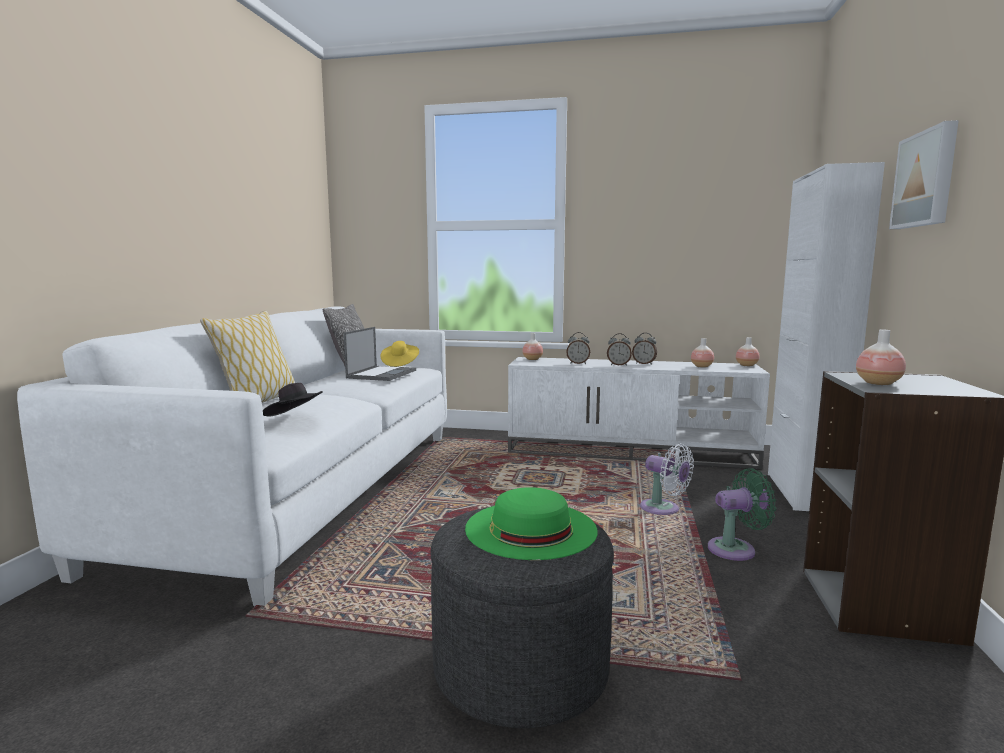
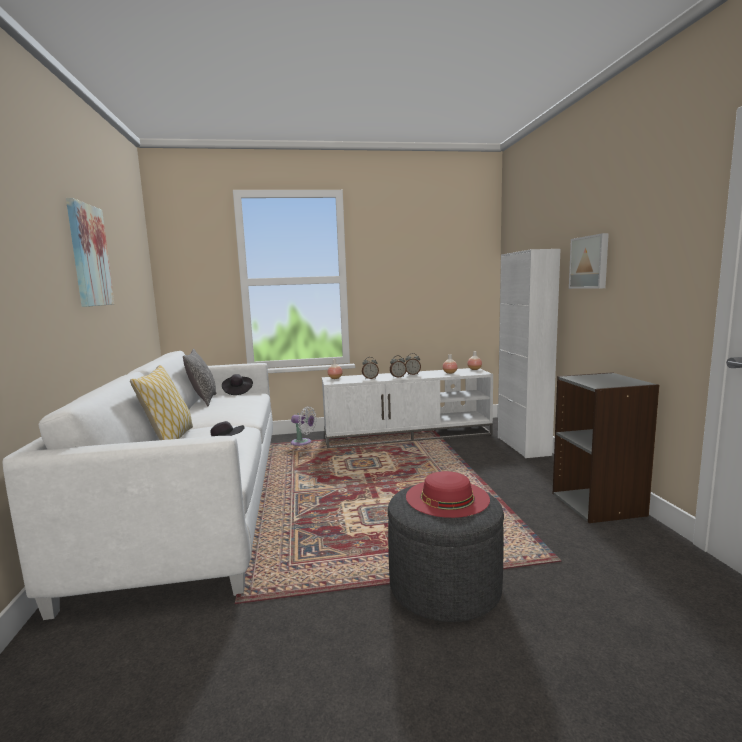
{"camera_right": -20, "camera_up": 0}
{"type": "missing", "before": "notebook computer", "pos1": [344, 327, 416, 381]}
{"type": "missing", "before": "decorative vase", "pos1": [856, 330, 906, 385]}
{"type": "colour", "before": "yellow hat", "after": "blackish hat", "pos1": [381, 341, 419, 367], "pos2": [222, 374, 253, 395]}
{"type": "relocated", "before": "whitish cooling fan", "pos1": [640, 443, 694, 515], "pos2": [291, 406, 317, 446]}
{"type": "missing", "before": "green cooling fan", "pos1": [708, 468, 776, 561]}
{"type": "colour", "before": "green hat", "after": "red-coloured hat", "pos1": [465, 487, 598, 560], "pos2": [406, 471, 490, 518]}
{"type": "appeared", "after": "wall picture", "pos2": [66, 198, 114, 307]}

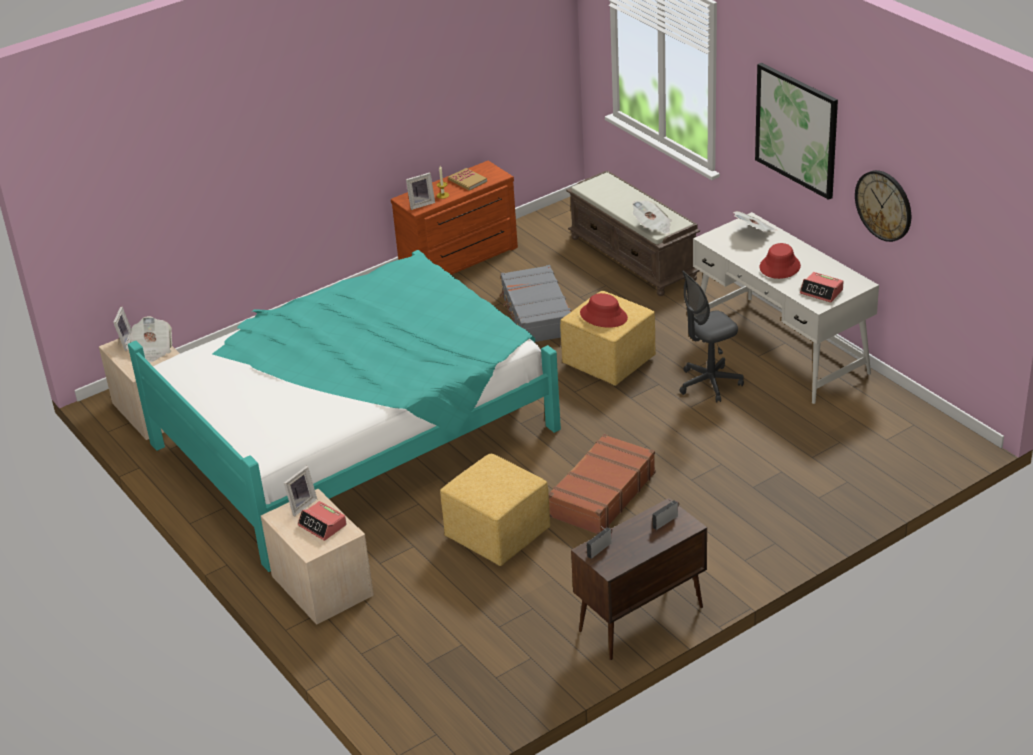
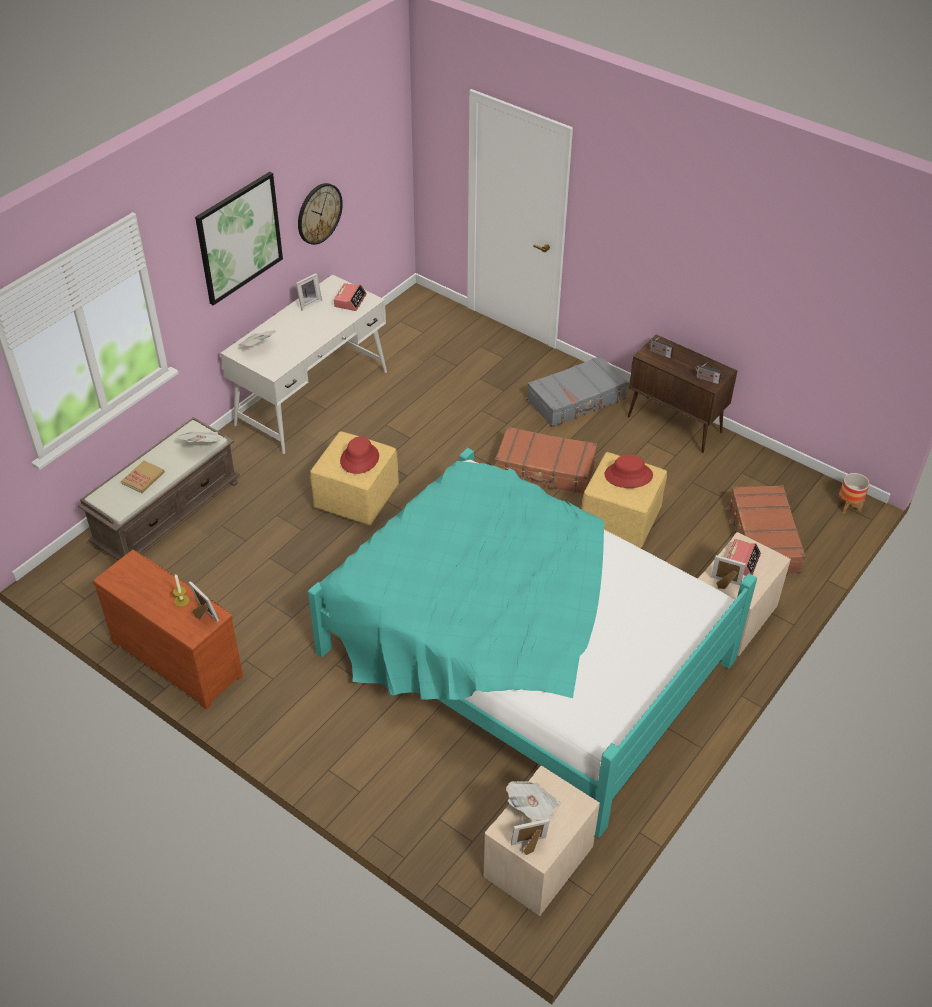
{"camera_right": -110, "camera_up": 10}
{"type": "relocated", "before": "book", "pos1": [448, 168, 487, 191], "pos2": [121, 461, 165, 493]}
{"type": "relocated", "before": "red-coloured hat", "pos1": [760, 243, 801, 279], "pos2": [604, 455, 653, 488]}
{"type": "relocated", "before": "gray piece of luggage", "pos1": [500, 265, 571, 342], "pos2": [527, 356, 628, 427]}
{"type": "missing", "before": "gray desk chair", "pos1": [679, 271, 744, 403]}
{"type": "appeared", "after": "photo frame", "pos2": [296, 273, 322, 311]}
{"type": "appeared", "after": "flower pot", "pos2": [837, 473, 870, 513]}
{"type": "appeared", "after": "brown piece of luggage", "pos2": [727, 485, 806, 574]}

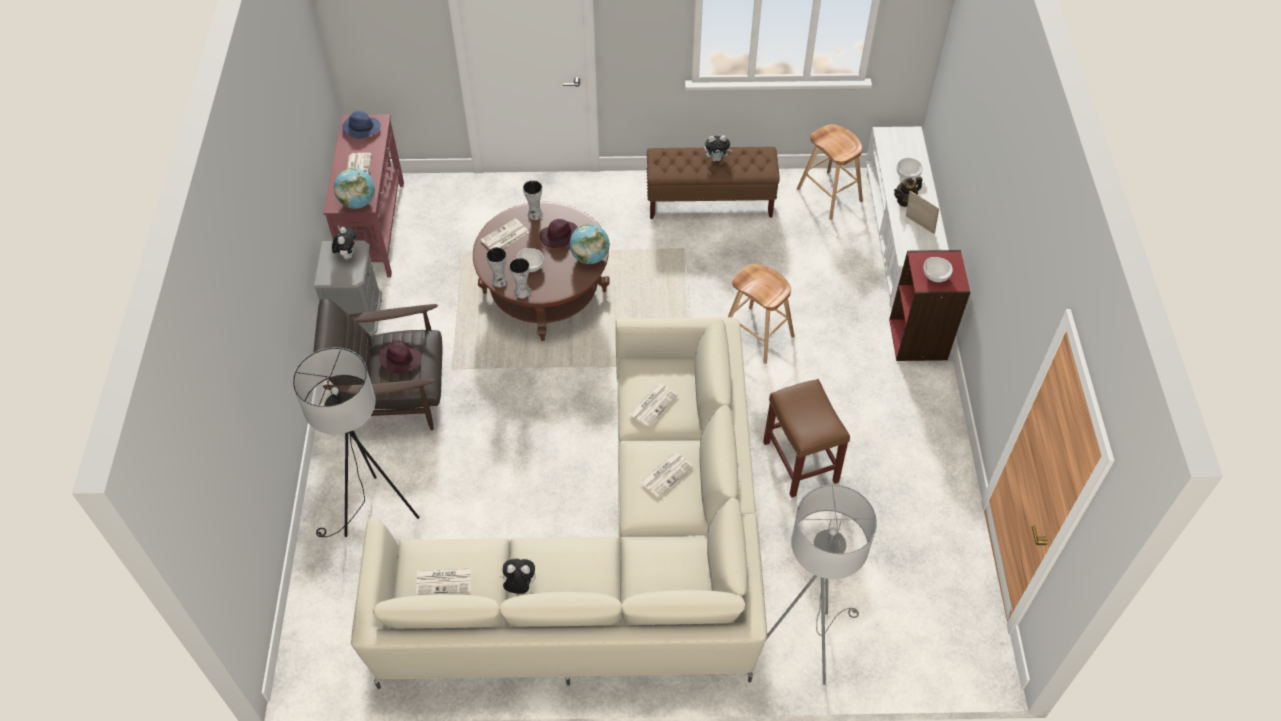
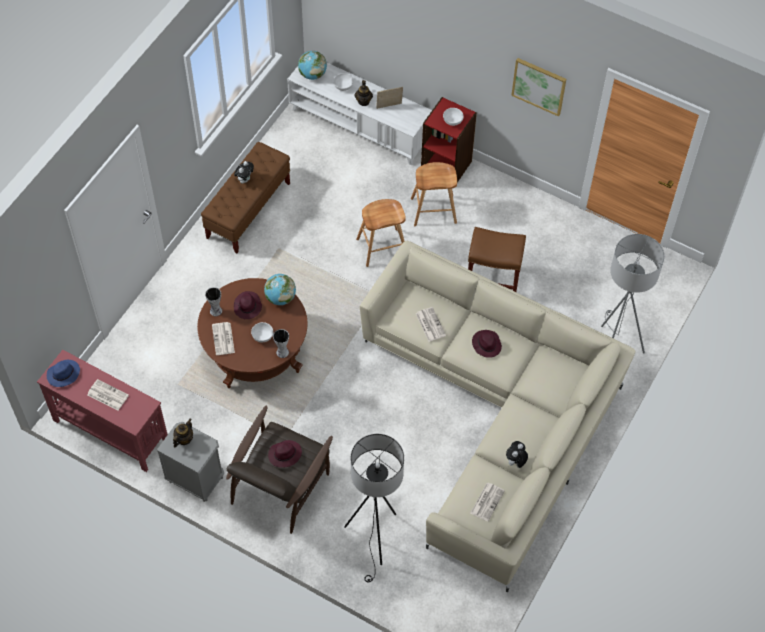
{"camera_right": -60, "camera_up": 5}
{"type": "relocated", "before": "brown stool", "pos1": [797, 124, 863, 220], "pos2": [411, 162, 457, 226]}
{"type": "relocated", "before": "globe", "pos1": [334, 168, 375, 209], "pos2": [298, 51, 327, 80]}
{"type": "exchanged", "before": "cuddly toy", "after": "pot for tea", "pos1": [332, 227, 356, 260], "pos2": [173, 418, 193, 447]}
{"type": "missing", "before": "decorative vase", "pos1": [486, 247, 508, 288]}
{"type": "exchanged", "before": "printed paper", "after": "purple-coloured hat", "pos1": [639, 452, 693, 498], "pos2": [472, 330, 502, 358]}
{"type": "appeared", "after": "wall picture", "pos2": [511, 58, 566, 117]}

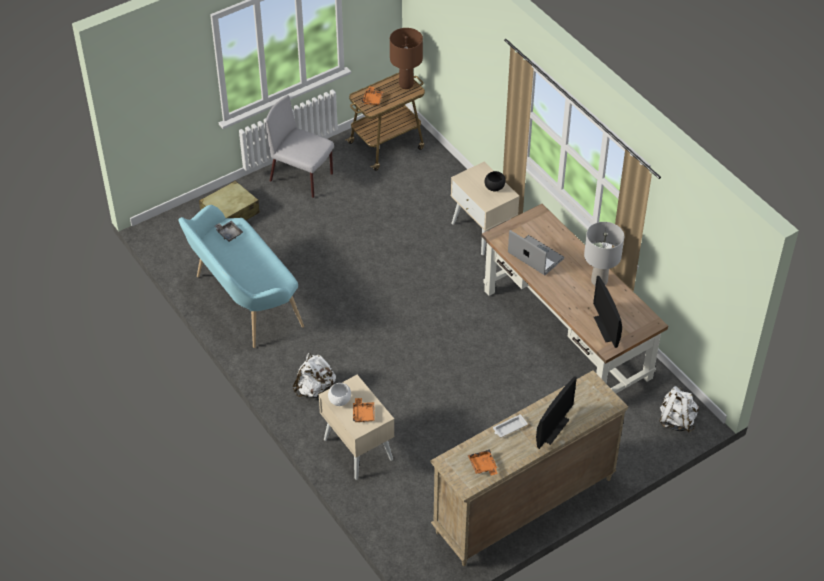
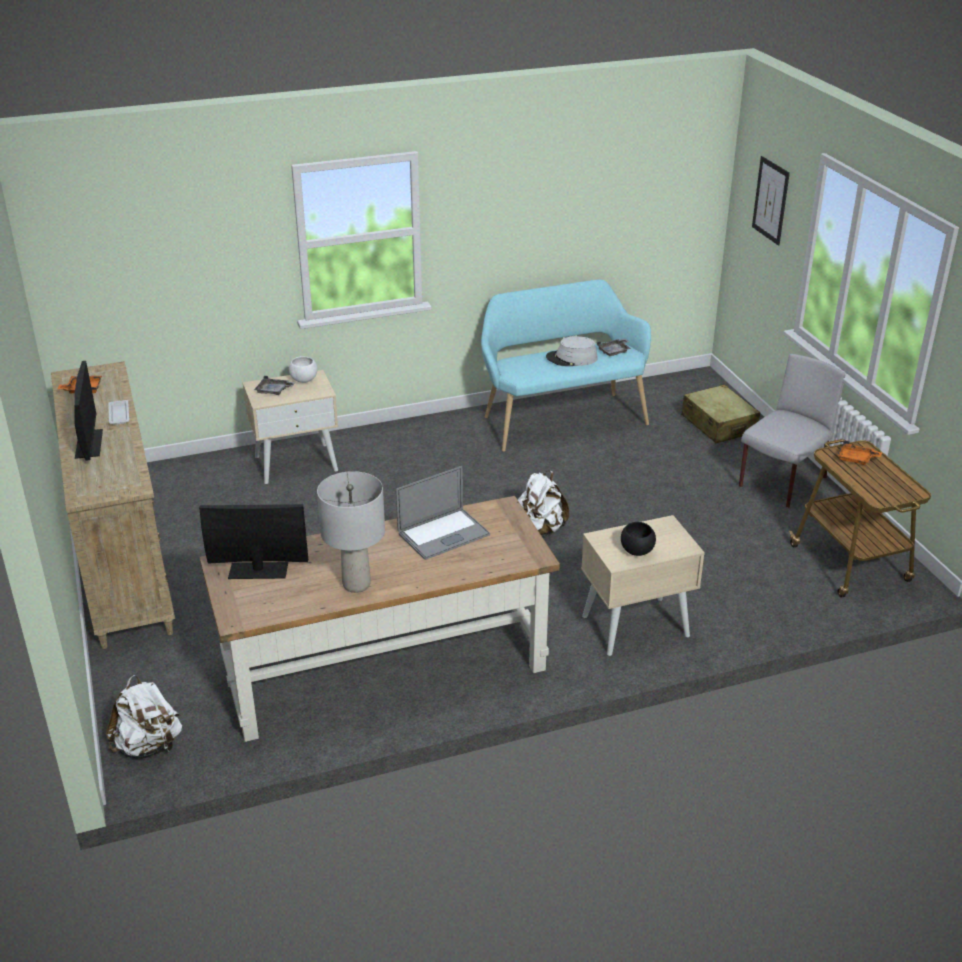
{"camera_right": 105, "camera_up": -15}
{"type": "missing", "before": "brown tabletop lamp", "pos1": [390, 28, 423, 89]}
{"type": "relocated", "before": "whitish backpack", "pos1": [293, 353, 336, 398], "pos2": [517, 471, 569, 536]}
{"type": "spun", "before": "computer display", "pos1": [536, 376, 577, 449], "pos2": [75, 361, 103, 461], "turn": -150}
{"type": "colour", "before": "orange tray", "after": "gray tray", "pos1": [353, 398, 374, 422], "pos2": [254, 376, 295, 395]}
{"type": "appeared", "after": "wall picture", "pos2": [752, 156, 790, 245]}
{"type": "appeared", "after": "gray hat", "pos2": [546, 336, 598, 366]}

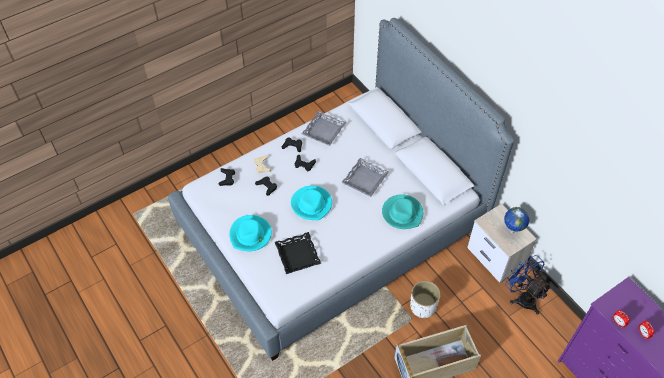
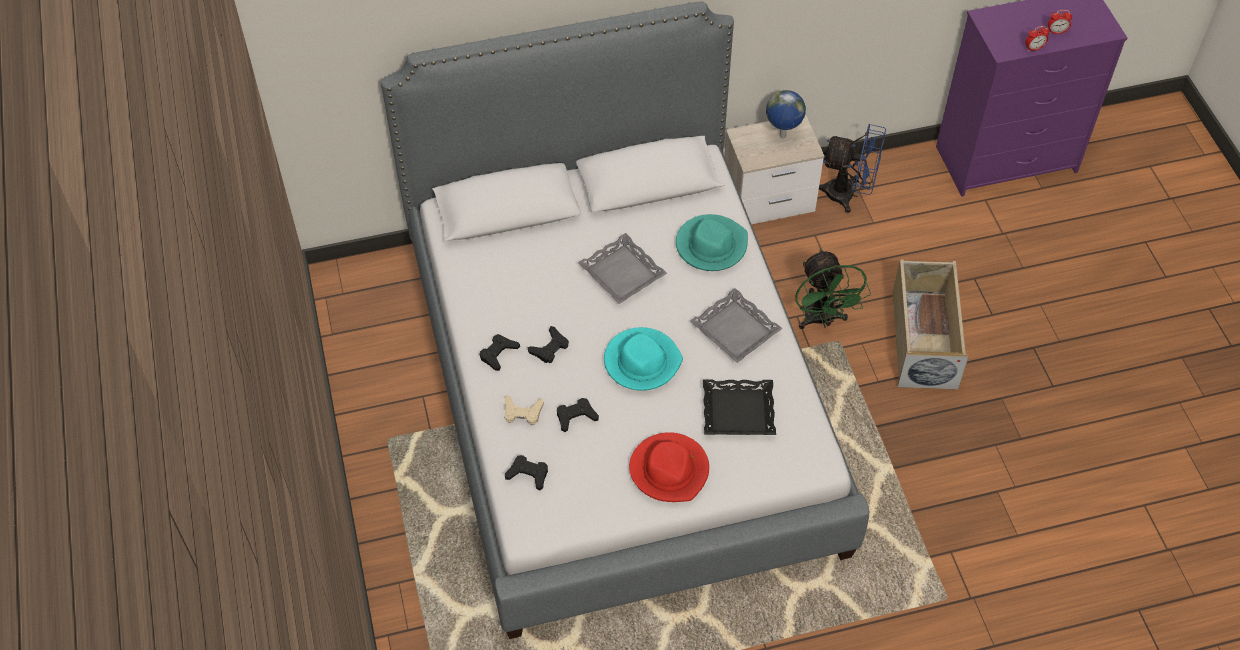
{"camera_right": -70, "camera_up": 0}
{"type": "relocated", "before": "gray tray", "pos1": [302, 111, 346, 146], "pos2": [690, 288, 782, 363]}
{"type": "colour", "before": "turquoise hat", "after": "red-coloured hat", "pos1": [229, 215, 272, 251], "pos2": [629, 432, 709, 502]}
{"type": "spun", "before": "blue-coloured cooling fan", "pos1": [505, 255, 551, 315], "pos2": [819, 124, 886, 213], "turn": -150}
{"type": "exchanged", "before": "whitish flower pot", "after": "green cooling fan", "pos1": [410, 281, 440, 318], "pos2": [795, 249, 871, 329]}

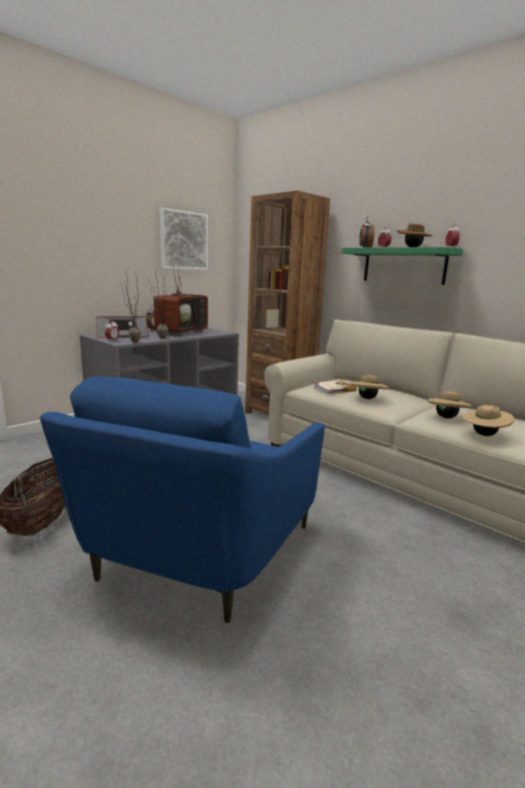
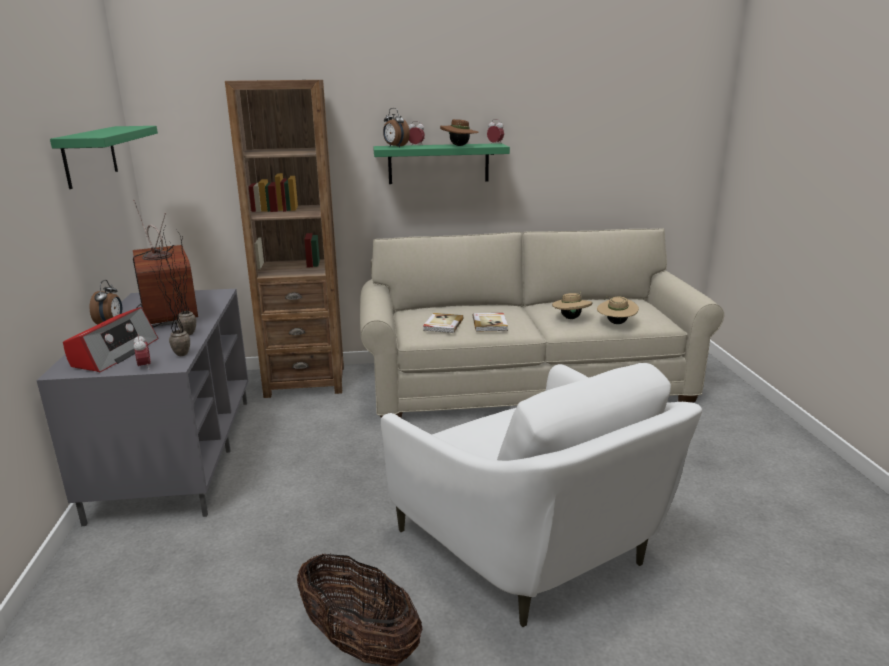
{"camera_right": -50, "camera_up": 5}
{"type": "exchanged", "before": "wall picture", "after": "green wall shelf", "pos1": [160, 208, 208, 270], "pos2": [50, 126, 158, 189]}
{"type": "exchanged", "before": "beige-coloured hat", "after": "book", "pos1": [351, 375, 388, 399], "pos2": [473, 313, 508, 332]}
{"type": "colour", "before": "blue-coloured lounge chair", "after": "whitish lounge chair", "pos1": [40, 376, 325, 623], "pos2": [381, 363, 702, 627]}

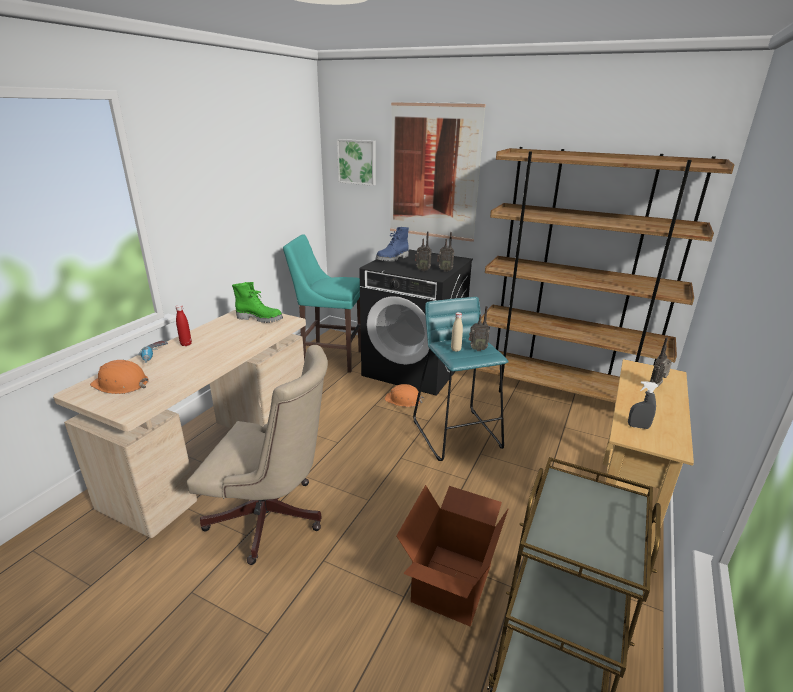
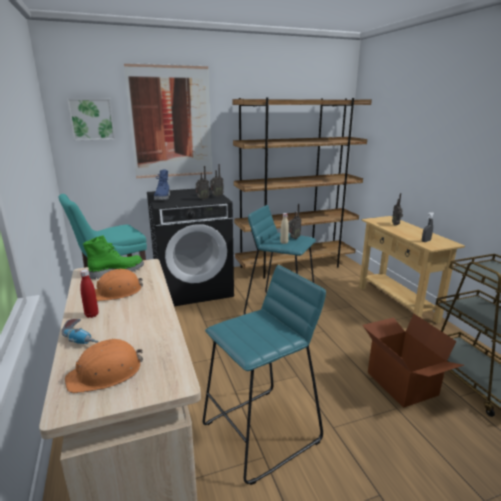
{"camera_right": -45, "camera_up": -5}
{"type": "exchanged", "before": "beige-coloured desk chair", "after": "turquoise stool", "pos1": [187, 345, 328, 565], "pos2": [202, 265, 326, 485]}
{"type": "relocated", "before": "orange work helmet", "pos1": [385, 384, 424, 407], "pos2": [95, 268, 143, 301]}

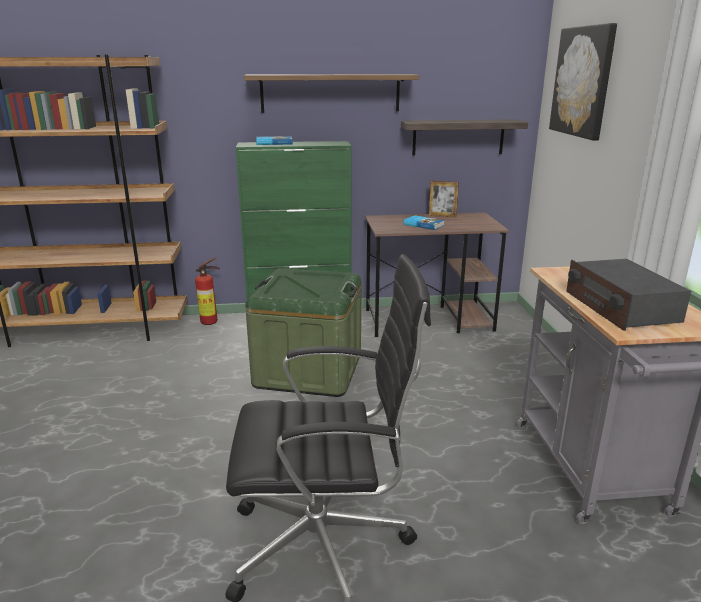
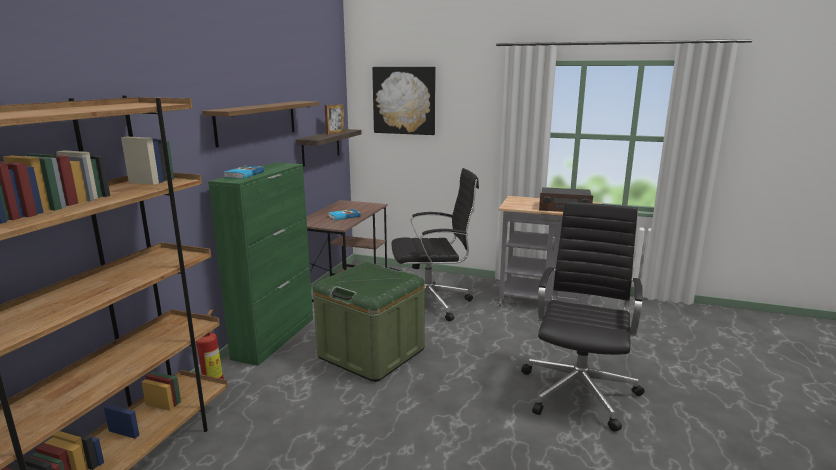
{"camera_right": -65, "camera_up": -5}
{"type": "relocated", "before": "photo frame", "pos1": [429, 181, 459, 218], "pos2": [325, 104, 345, 135]}
{"type": "appeared", "after": "blackish desk chair", "pos2": [391, 168, 479, 321]}

